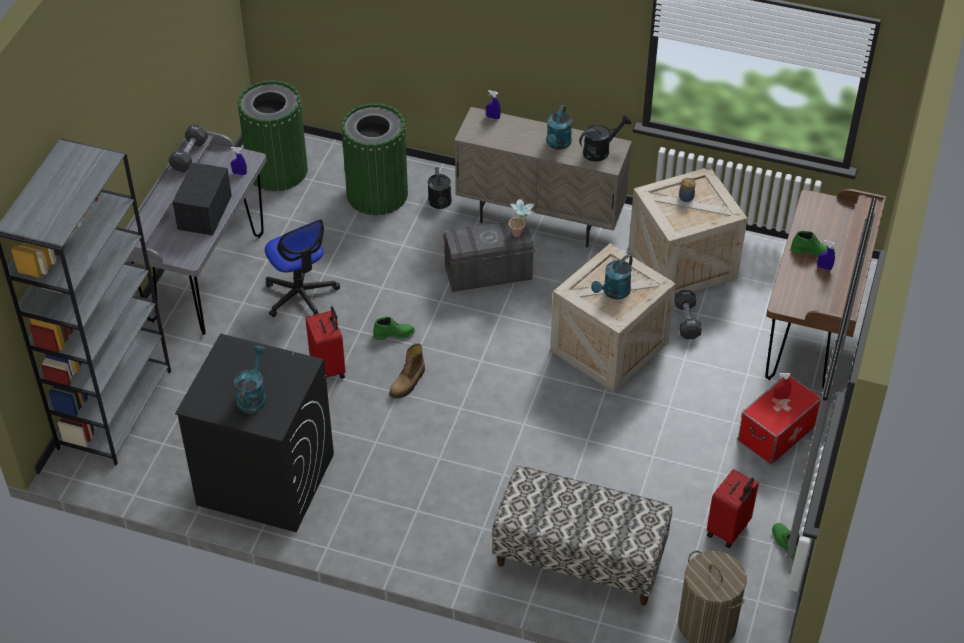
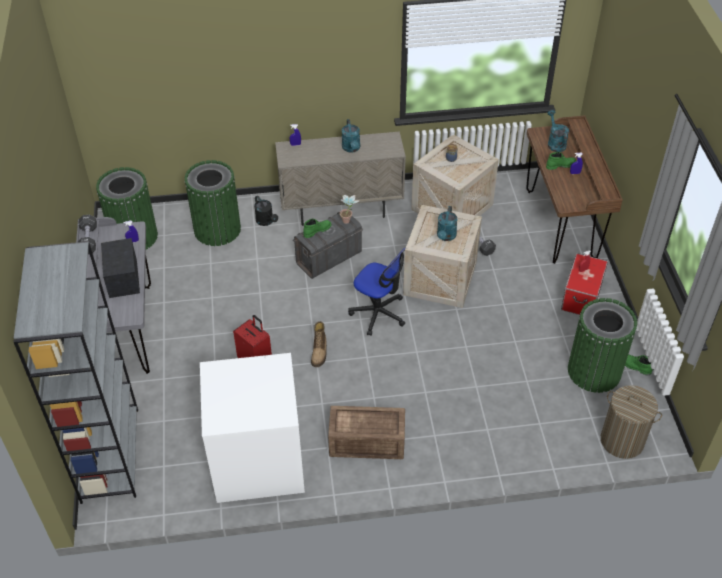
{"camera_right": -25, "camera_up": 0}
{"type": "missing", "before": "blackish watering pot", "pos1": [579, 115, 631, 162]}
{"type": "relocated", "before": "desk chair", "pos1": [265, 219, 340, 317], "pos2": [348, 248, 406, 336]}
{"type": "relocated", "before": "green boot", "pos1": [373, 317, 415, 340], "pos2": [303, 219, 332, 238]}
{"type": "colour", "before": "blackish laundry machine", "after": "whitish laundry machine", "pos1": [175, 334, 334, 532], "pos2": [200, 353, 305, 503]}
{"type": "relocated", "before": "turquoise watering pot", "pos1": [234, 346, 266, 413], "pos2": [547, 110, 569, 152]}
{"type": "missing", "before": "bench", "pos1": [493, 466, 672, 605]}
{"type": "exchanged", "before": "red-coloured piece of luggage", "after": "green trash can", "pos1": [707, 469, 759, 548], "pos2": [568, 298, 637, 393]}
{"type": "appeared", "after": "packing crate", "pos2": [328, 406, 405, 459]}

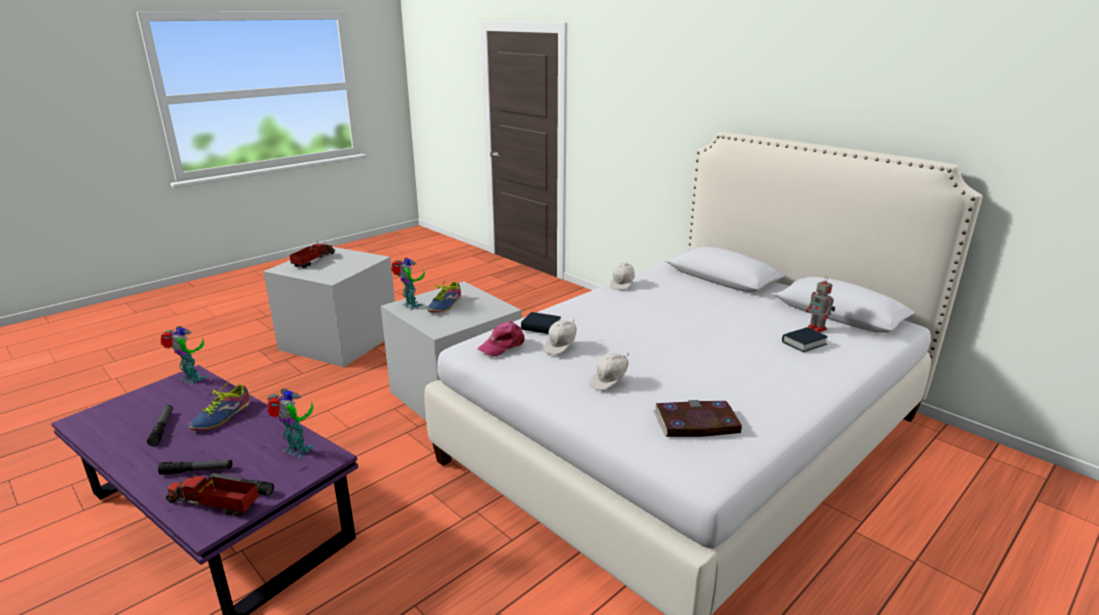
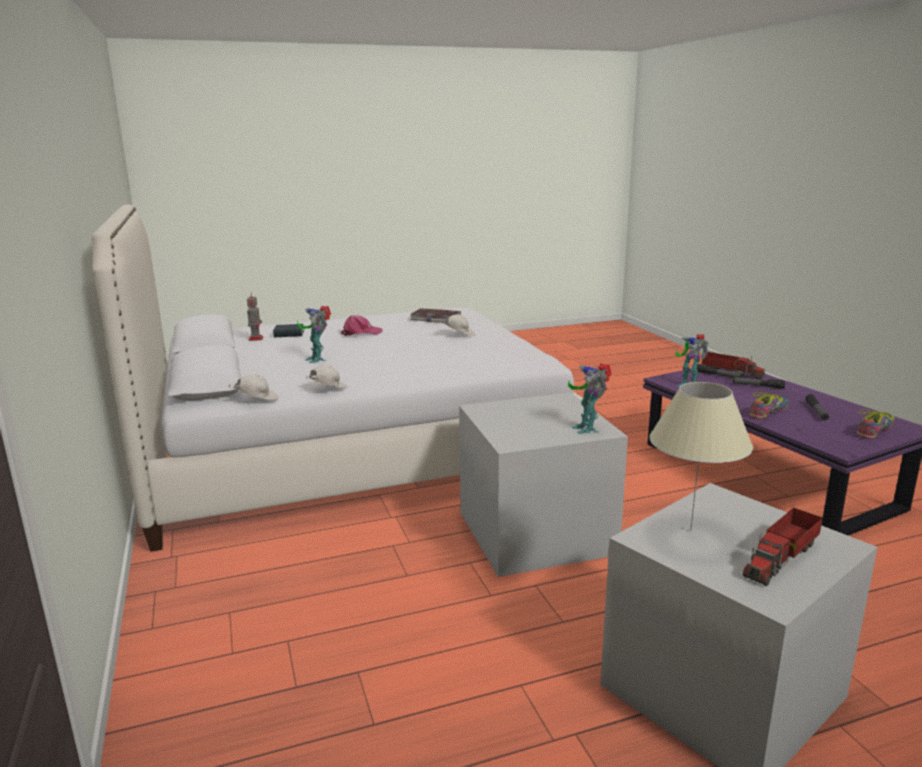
{"camera_right": -155, "camera_up": -5}
{"type": "relocated", "before": "item of footwear", "pos1": [427, 280, 461, 313], "pos2": [857, 409, 895, 439]}
{"type": "missing", "before": "book", "pos1": [521, 312, 561, 334]}
{"type": "relocated", "before": "whitish baseball cap", "pos1": [543, 319, 577, 355], "pos2": [228, 374, 278, 400]}
{"type": "relocated", "before": "pink baseball cap", "pos1": [477, 321, 525, 357], "pos2": [341, 315, 383, 336]}
{"type": "relocated", "before": "robot figure", "pos1": [161, 326, 207, 385], "pos2": [297, 306, 331, 363]}
{"type": "appeared", "after": "beige-coloured tabletop lamp", "pos2": [649, 382, 753, 531]}

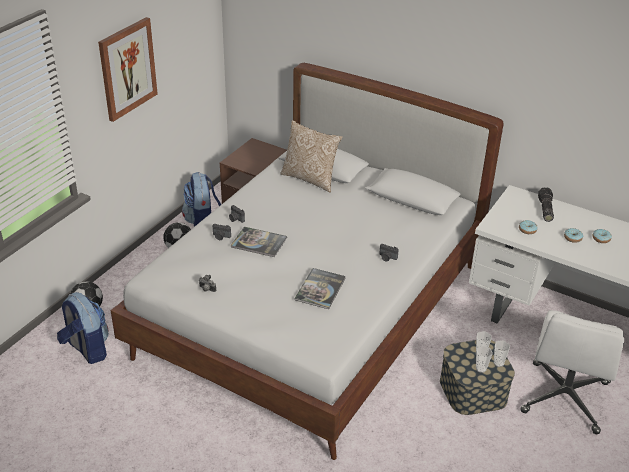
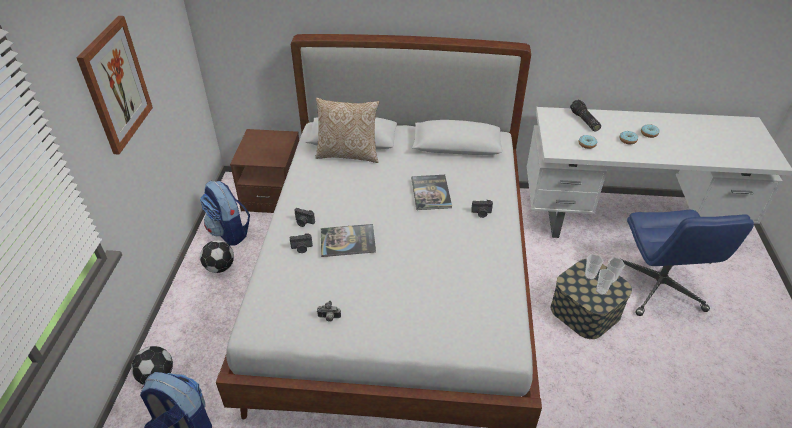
{"camera_right": -25, "camera_up": 5}
{"type": "relocated", "before": "book", "pos1": [294, 268, 346, 309], "pos2": [411, 175, 452, 210]}
{"type": "colour", "before": "whitish desk chair", "after": "blue-coloured desk chair", "pos1": [521, 310, 624, 434], "pos2": [622, 210, 754, 316]}

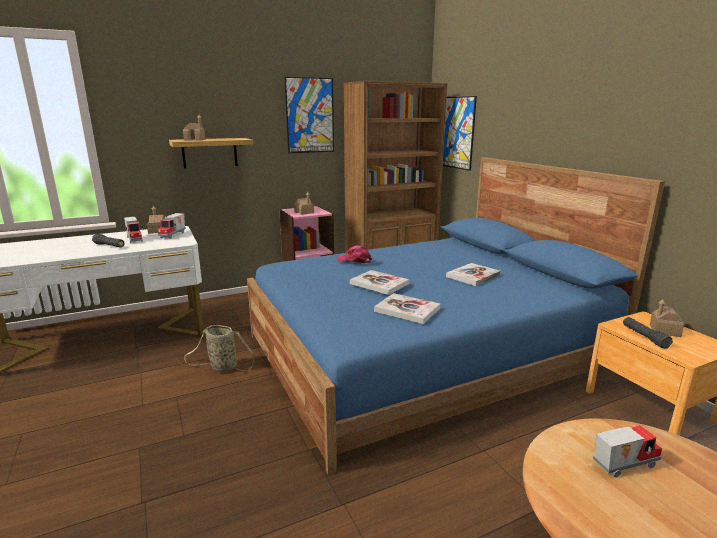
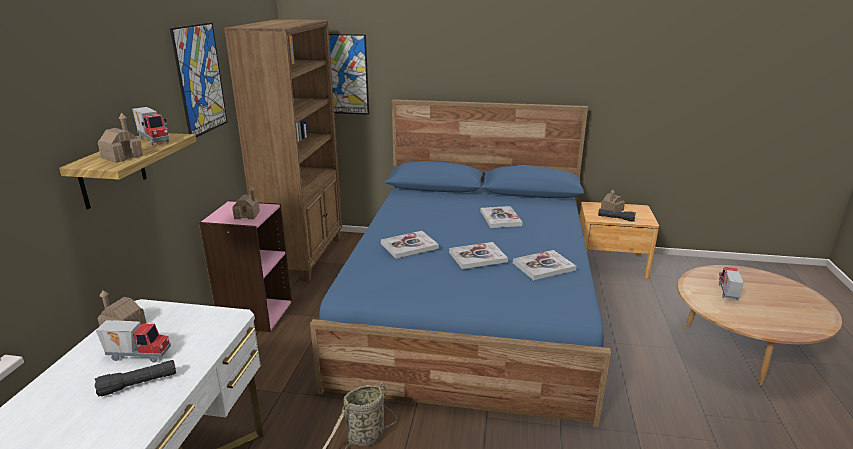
{"camera_right": -55, "camera_up": 5}
{"type": "relocated", "before": "toy lorry", "pos1": [158, 213, 186, 239], "pos2": [132, 107, 170, 145]}
{"type": "exchanged", "before": "pink baseball cap", "after": "book", "pos1": [337, 246, 372, 263], "pos2": [381, 231, 439, 259]}

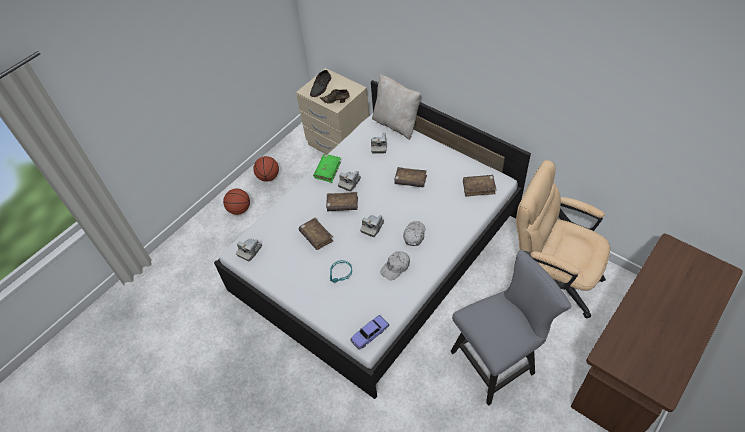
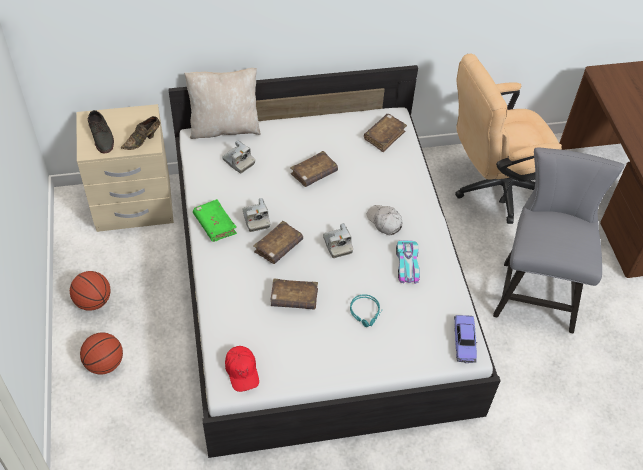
{"camera_right": -55, "camera_up": 0}
{"type": "exchanged", "before": "photo camera", "after": "red-coloured baseball cap", "pos1": [236, 238, 262, 262], "pos2": [225, 346, 259, 392]}
{"type": "exchanged", "before": "whitish baseball cap", "after": "model car", "pos1": [380, 251, 410, 280], "pos2": [396, 240, 420, 284]}

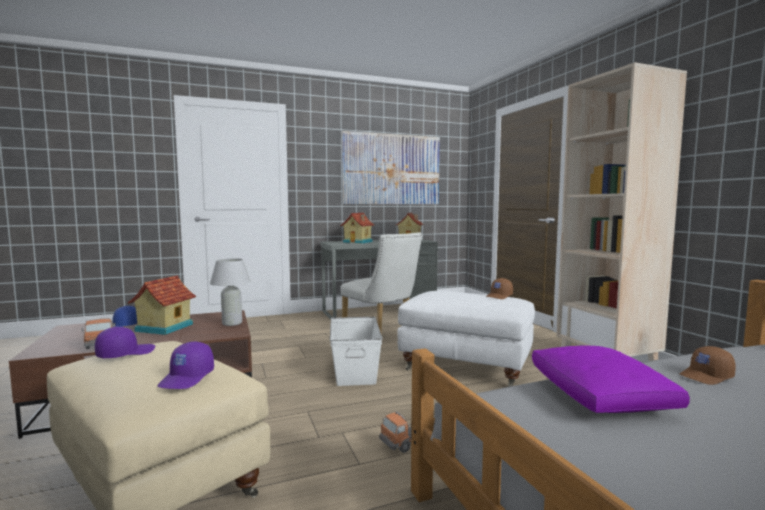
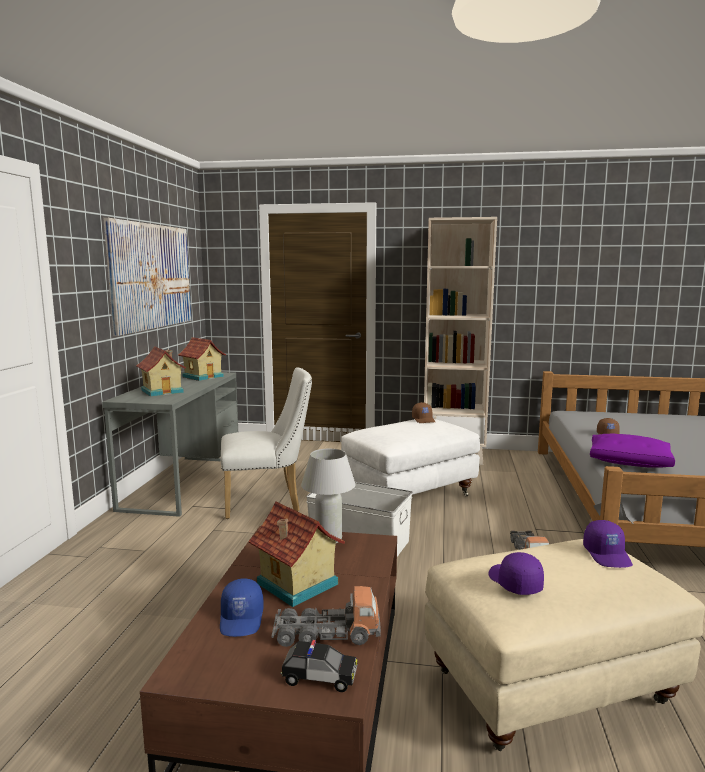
{"camera_right": -60, "camera_up": 5}
{"type": "spun", "before": "purple-coloured baseball cap", "pos1": [157, 342, 214, 389], "pos2": [583, 520, 633, 568], "turn": 45}
{"type": "appeared", "after": "model car", "pos2": [280, 640, 357, 692]}

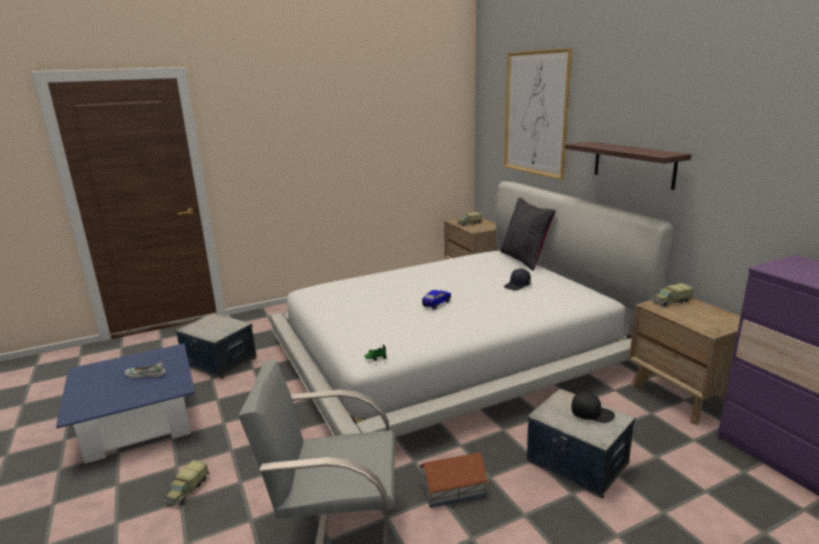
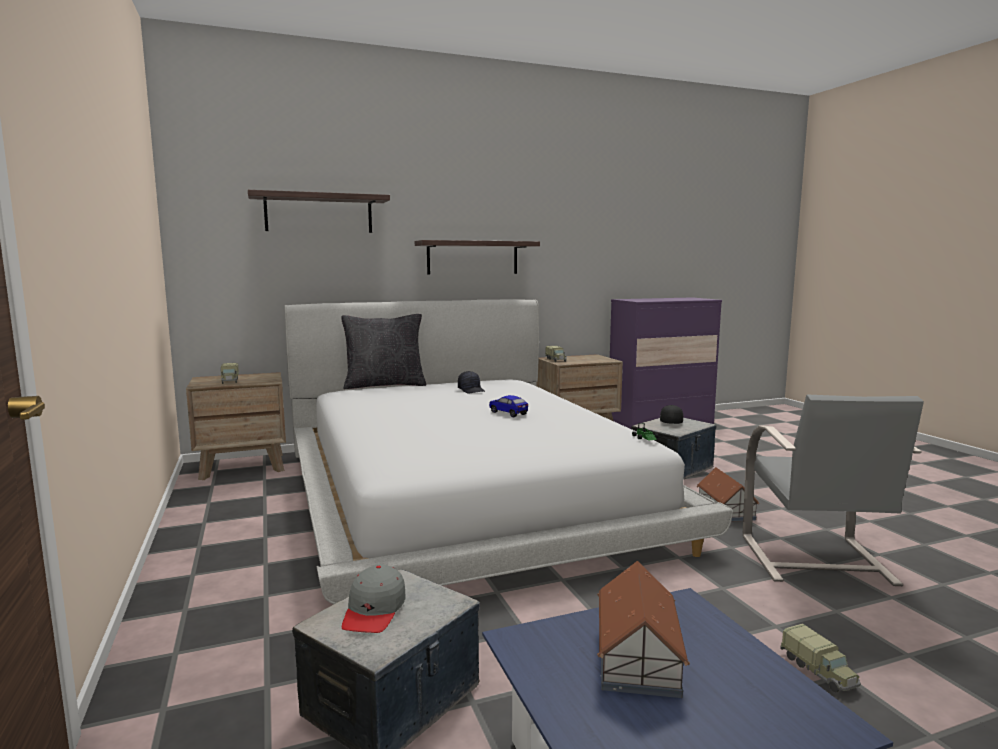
{"camera_right": -85, "camera_up": -10}
{"type": "exchanged", "before": "wall picture", "after": "wall shelf", "pos1": [504, 48, 572, 179], "pos2": [248, 190, 390, 233]}
{"type": "exchanged", "before": "whitish item of footwear", "after": "toy house", "pos1": [125, 362, 166, 378], "pos2": [597, 561, 690, 698]}
{"type": "spun", "before": "toy lorry", "pos1": [165, 460, 210, 505], "pos2": [780, 623, 861, 692], "turn": 45}
{"type": "appeared", "after": "gray baseball cap", "pos2": [342, 564, 406, 633]}

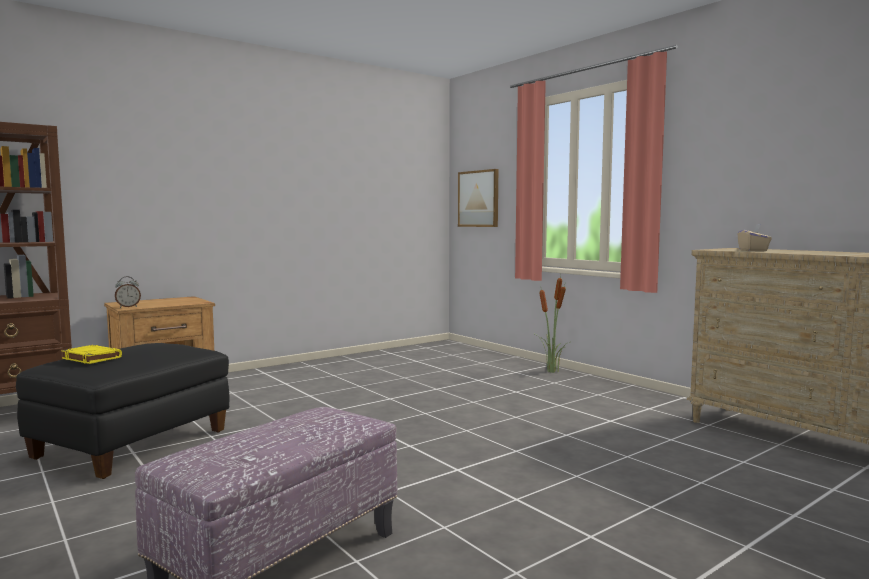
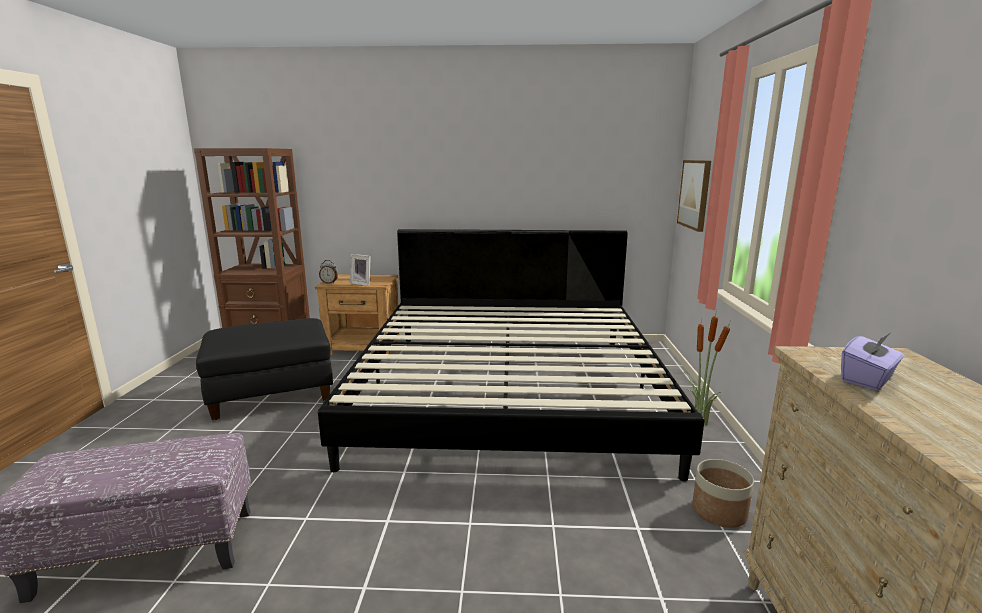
{"camera_right": 40, "camera_up": 10}
{"type": "colour", "before": "beige-coloured tissue holder", "after": "purple-coloured tissue holder", "pos1": [738, 224, 772, 251], "pos2": [841, 333, 904, 390]}
{"type": "missing", "before": "yellow book", "pos1": [61, 345, 122, 364]}
{"type": "appeared", "after": "bedroom bed", "pos2": [318, 229, 705, 481]}
{"type": "appeared", "after": "photo frame", "pos2": [350, 254, 371, 286]}
{"type": "appeared", "after": "flower pot", "pos2": [692, 459, 754, 528]}

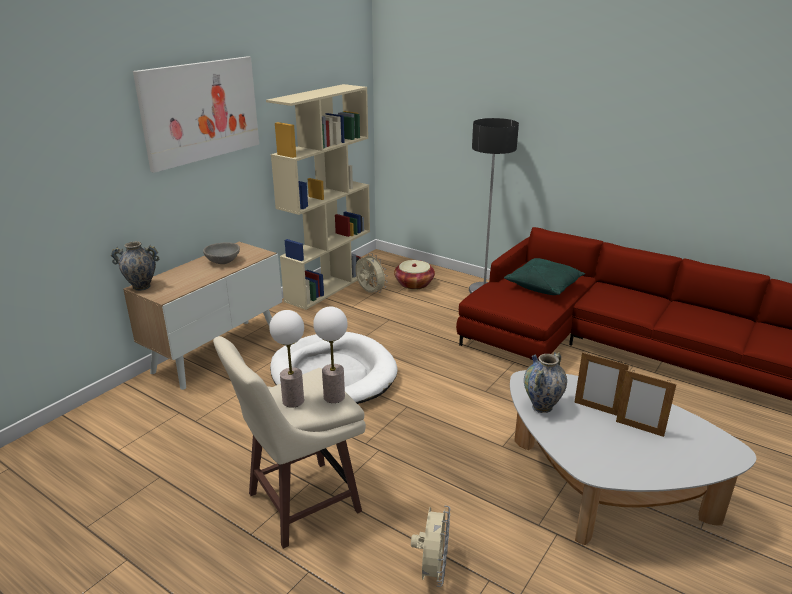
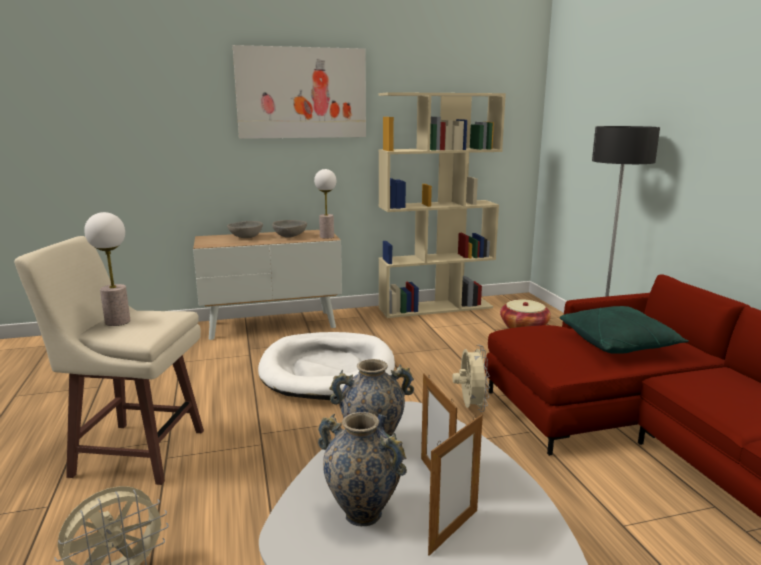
{"camera_right": 40, "camera_up": -10}
{"type": "relocated", "before": "decorative vase", "pos1": [111, 241, 159, 291], "pos2": [318, 412, 407, 526]}
{"type": "relocated", "before": "beige-coloured cooling fan", "pos1": [355, 253, 388, 293], "pos2": [452, 345, 490, 412]}
{"type": "relocated", "before": "tabletop lamp", "pos1": [313, 307, 348, 403], "pos2": [314, 169, 336, 239]}
{"type": "spun", "before": "photo frame", "pos1": [616, 370, 676, 437], "pos2": [428, 414, 483, 556], "turn": -120}
{"type": "appeared", "after": "gray serving bowl", "pos2": [227, 221, 263, 238]}

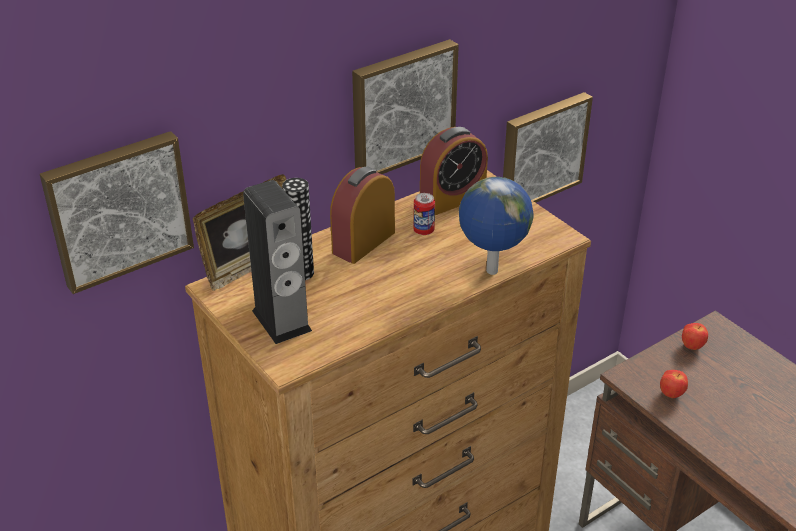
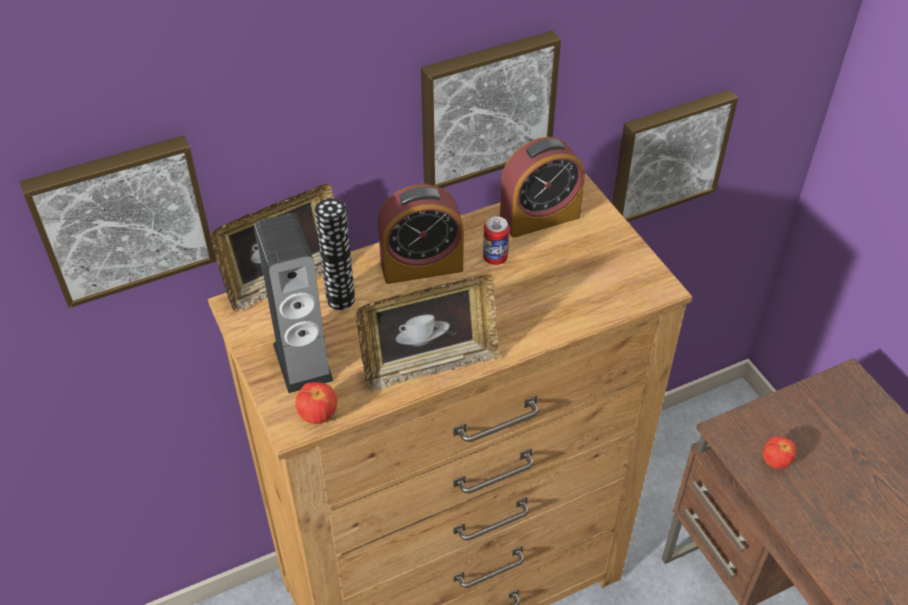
{"camera_right": 10, "camera_up": 10}
{"type": "spun", "before": "table clock", "pos1": [330, 166, 395, 264], "pos2": [378, 184, 464, 284], "turn": -150}
{"type": "missing", "before": "globe", "pos1": [459, 177, 533, 275]}
{"type": "relocated", "before": "apple fruit", "pos1": [682, 323, 708, 350], "pos2": [296, 382, 338, 424]}
{"type": "appeared", "after": "photo frame", "pos2": [356, 275, 499, 391]}

